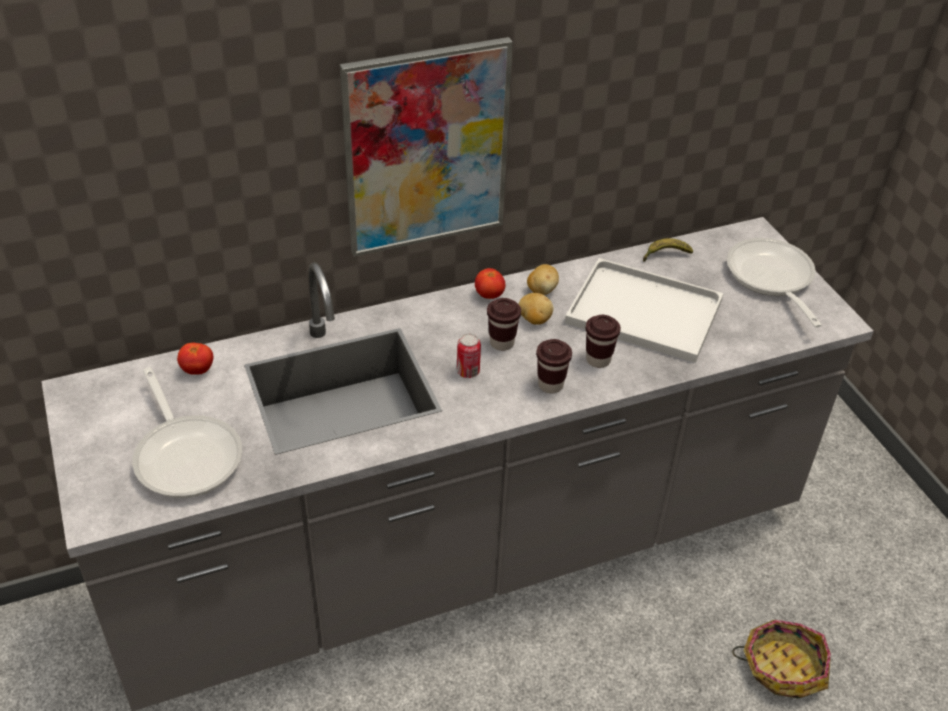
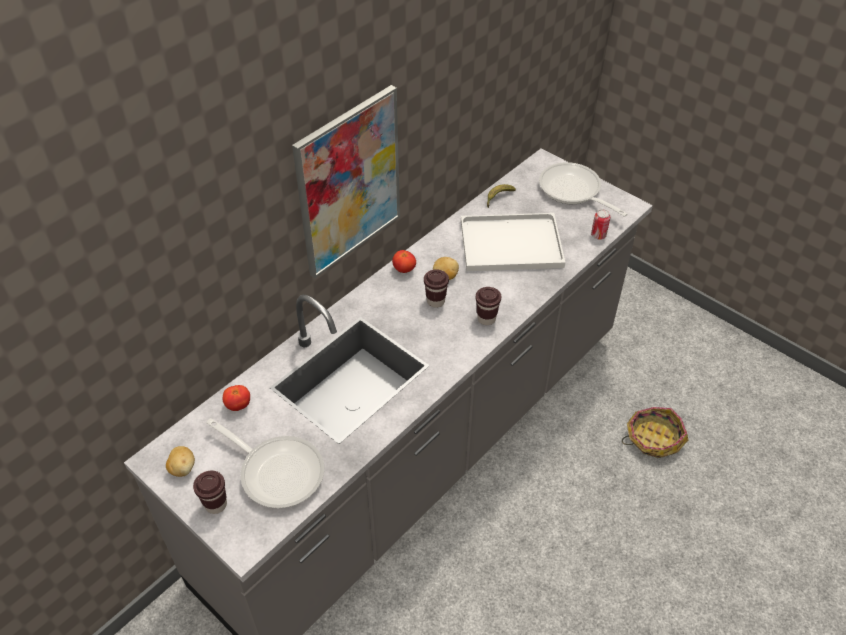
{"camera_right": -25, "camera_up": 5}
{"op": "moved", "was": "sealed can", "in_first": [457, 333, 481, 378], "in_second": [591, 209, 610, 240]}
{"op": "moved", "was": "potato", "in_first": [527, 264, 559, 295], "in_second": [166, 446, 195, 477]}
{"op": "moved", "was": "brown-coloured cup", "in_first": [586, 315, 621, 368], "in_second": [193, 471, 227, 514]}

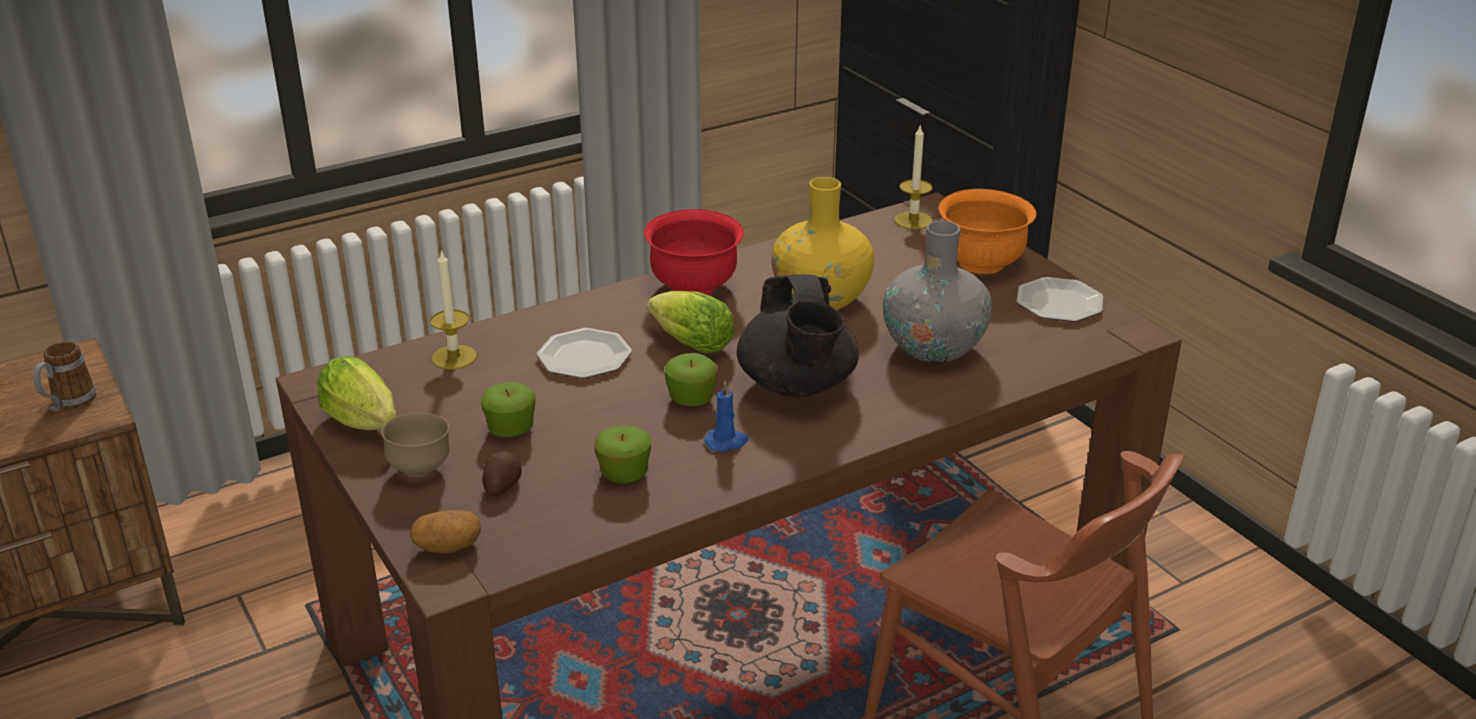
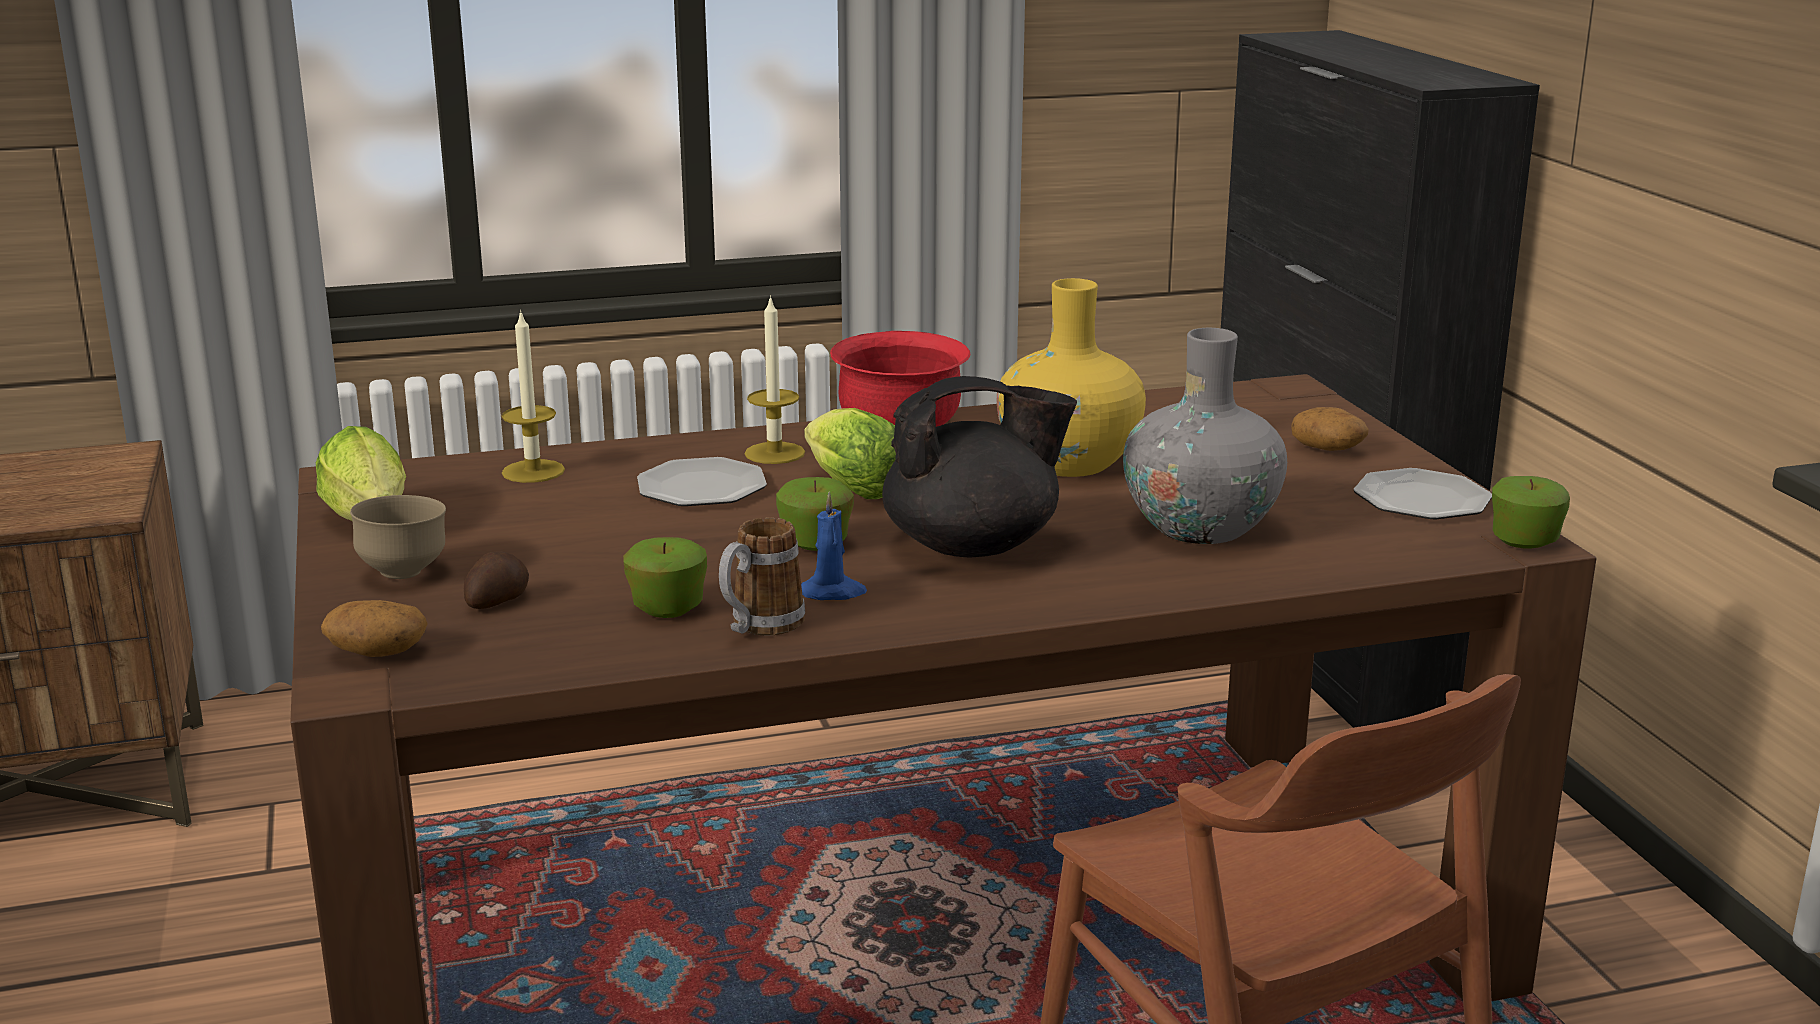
{"camera_right": 15, "camera_up": -10}
{"op": "moved", "was": "mug", "in_first": [33, 341, 97, 411], "in_second": [719, 517, 805, 636]}
{"op": "moved", "was": "whole apple", "in_first": [481, 382, 535, 437], "in_second": [1492, 476, 1570, 549]}
{"op": "moved", "was": "wax light", "in_first": [894, 124, 933, 230], "in_second": [744, 295, 805, 464]}
{"op": "replaced", "was": "orange deep dish", "now": "potato", "in_first": [939, 189, 1036, 274], "in_second": [1291, 407, 1369, 451]}
{"op": "turned", "was": "black pot for tea", "in_first": [737, 274, 859, 397], "in_second": [882, 376, 1077, 557], "clockwise": -105}

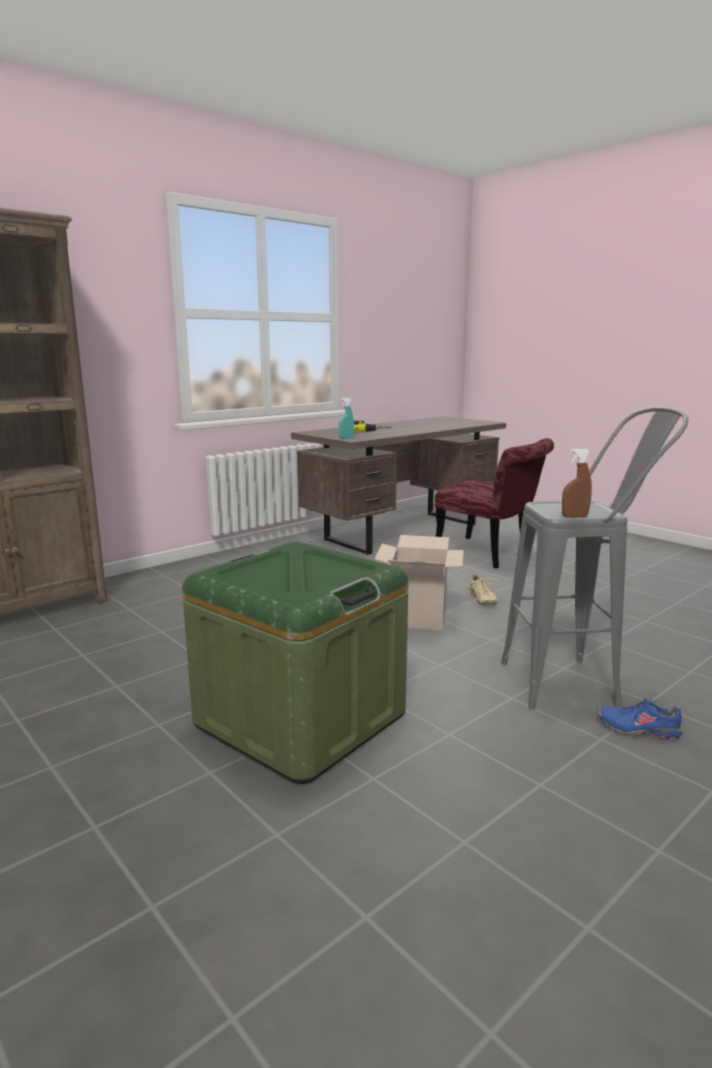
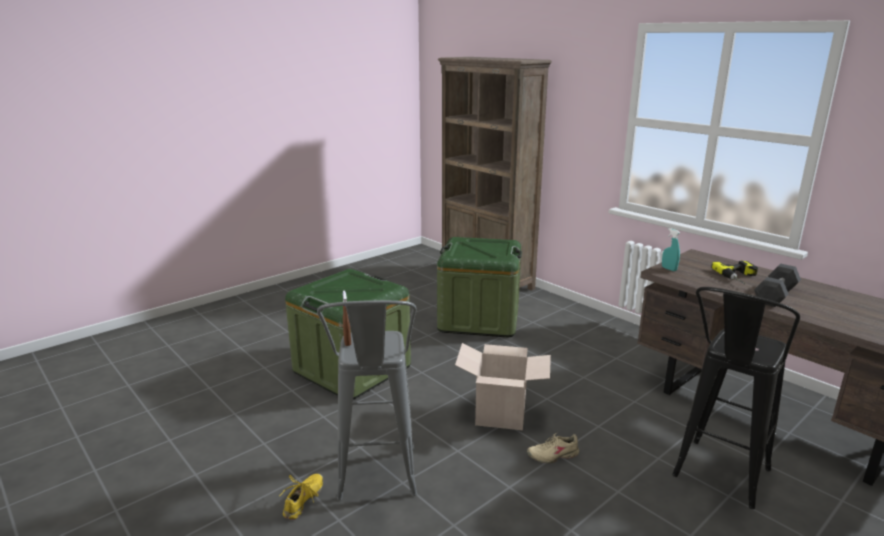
{"camera_right": 90, "camera_up": 5}
{"op": "added", "now": "green-coloured storage box", "in_second": [437, 237, 522, 338]}
{"op": "added", "now": "black dumbbell", "in_second": [754, 264, 801, 307]}
{"op": "replaced", "was": "red-coloured chair", "now": "black stool", "in_first": [434, 438, 554, 569], "in_second": [672, 287, 800, 509]}
{"op": "recoloured", "was": "blue-coloured item of footwear", "now": "yellow-coloured item of footwear", "in_first": [597, 698, 682, 739], "in_second": [282, 474, 323, 520]}

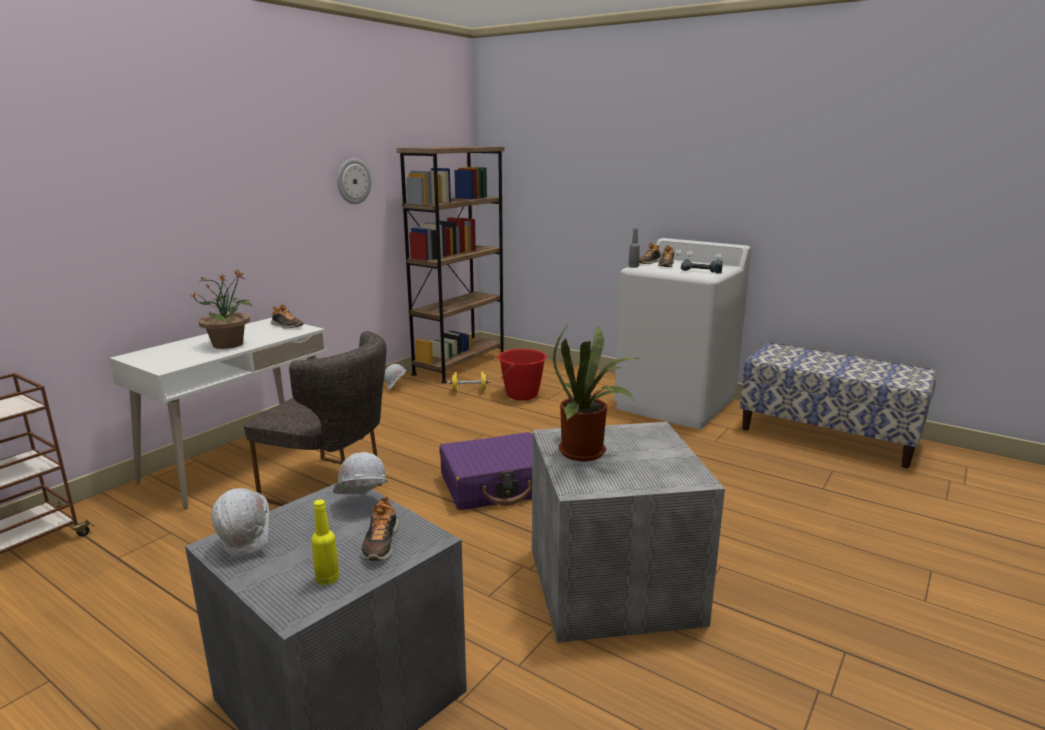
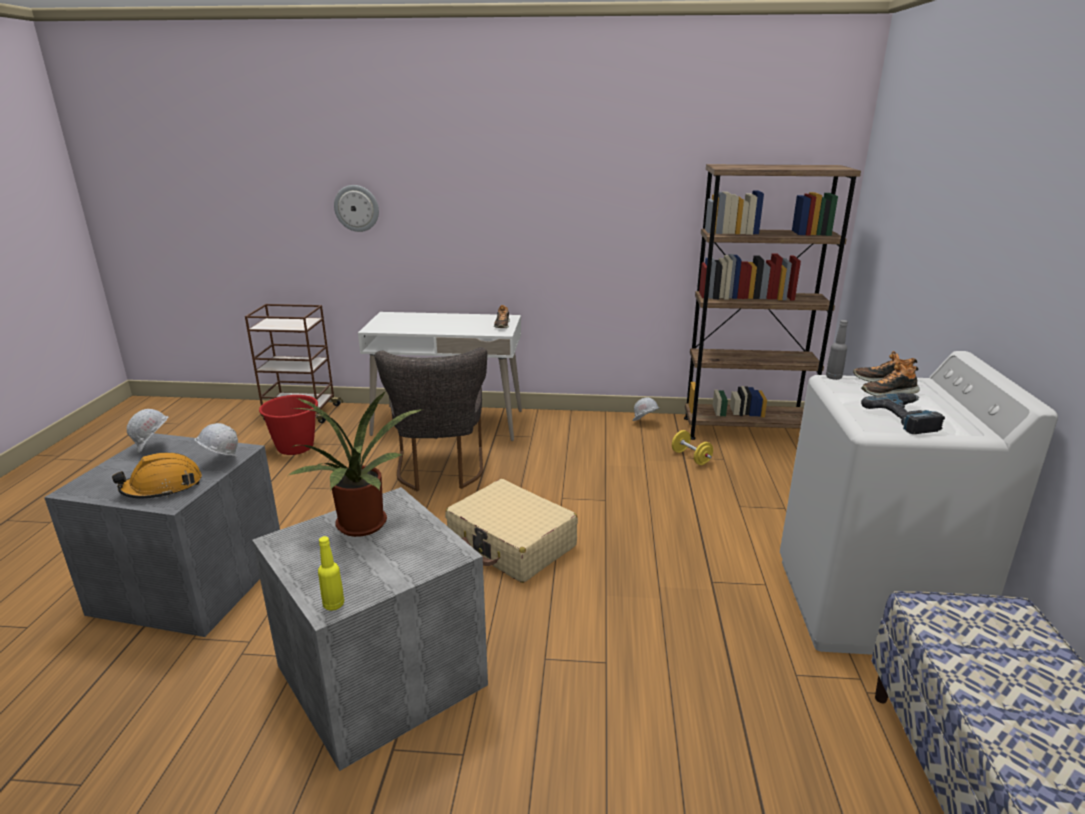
{"camera_right": 60, "camera_up": 5}
{"op": "removed", "was": "potted plant", "in_first": [189, 269, 253, 349]}
{"op": "moved", "was": "yellow-coloured drink bottle", "in_first": [311, 500, 339, 585], "in_second": [318, 536, 344, 611]}
{"op": "moved", "was": "clock on the wall", "in_first": [337, 158, 371, 204], "in_second": [334, 185, 379, 232]}
{"op": "moved", "was": "red-coloured bucket", "in_first": [498, 349, 547, 400], "in_second": [259, 395, 319, 455]}
{"op": "replaced", "was": "item of footwear", "now": "orange hard hat", "in_first": [361, 497, 399, 561], "in_second": [112, 453, 202, 498]}
{"op": "recoloured", "was": "purple-coloured suitcase", "now": "beige suitcase", "in_first": [439, 432, 532, 510], "in_second": [445, 479, 578, 583]}

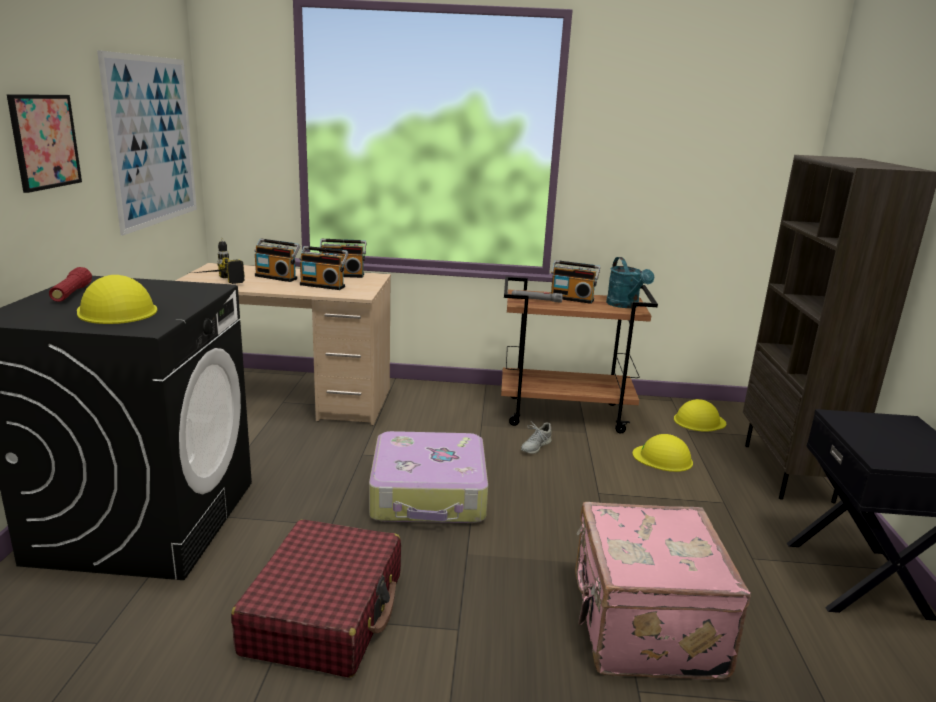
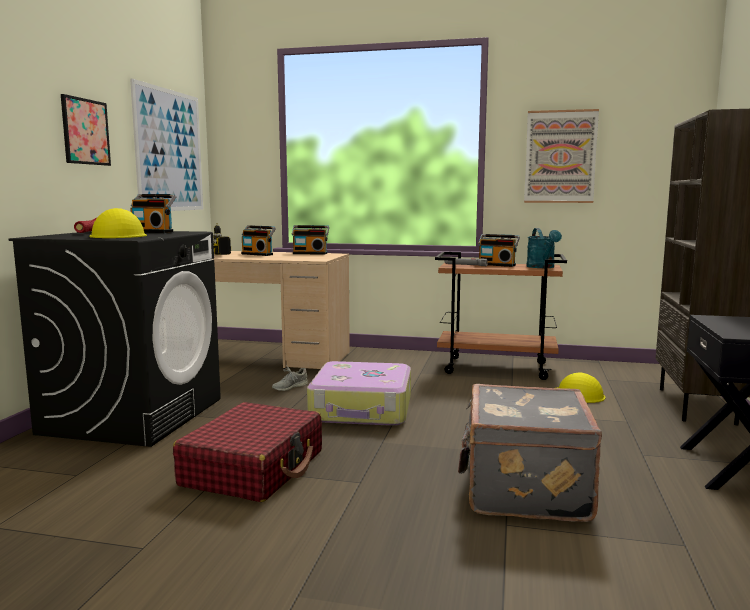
{"camera_right": 10, "camera_up": -10}
{"op": "removed", "was": "yellow-coloured hard hat", "in_first": [674, 399, 726, 432]}
{"op": "added", "now": "wall art", "in_second": [524, 109, 599, 203]}
{"op": "moved", "was": "radio receiver", "in_first": [299, 246, 349, 290], "in_second": [130, 194, 176, 233]}
{"op": "moved", "was": "greyish item of footwear", "in_first": [521, 423, 552, 454], "in_second": [272, 365, 308, 391]}
{"op": "recoloured", "was": "pinkish suitcase", "now": "greyish suitcase", "in_first": [575, 502, 751, 680], "in_second": [458, 384, 602, 522]}

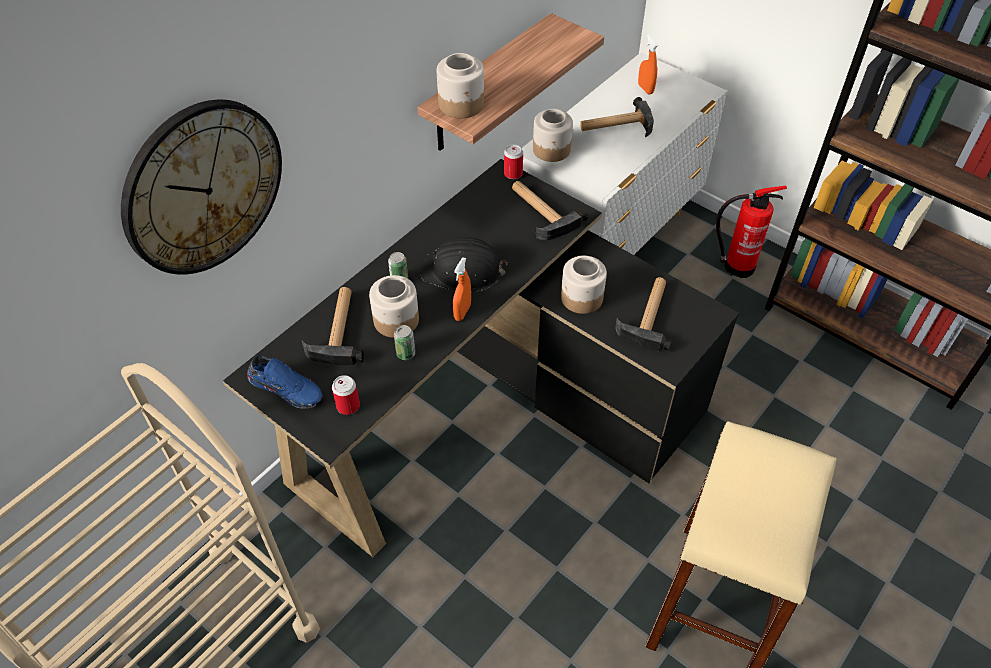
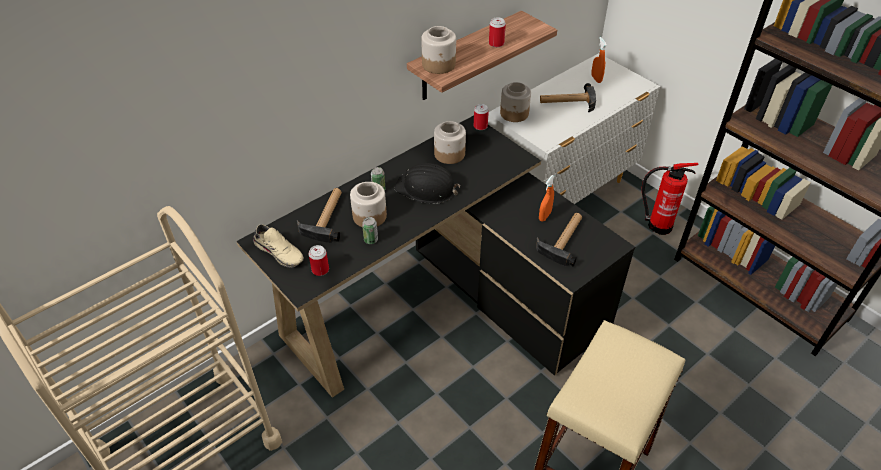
{"camera_right": 10, "camera_up": -5}
{"op": "removed", "was": "clock on the wall", "in_first": [121, 99, 282, 274]}
{"op": "removed", "was": "tool hammer", "in_first": [512, 181, 588, 240]}
{"op": "added", "now": "sealed can", "in_second": [489, 17, 506, 47]}
{"op": "moved", "was": "orange hand sprayer", "in_first": [453, 258, 471, 321], "in_second": [539, 175, 555, 222]}
{"op": "moved", "was": "jar", "in_first": [561, 256, 607, 314], "in_second": [434, 121, 466, 164]}
{"op": "recoloured", "was": "blue-coloured item of footwear", "now": "beige item of footwear", "in_first": [247, 355, 323, 409], "in_second": [253, 225, 304, 267]}

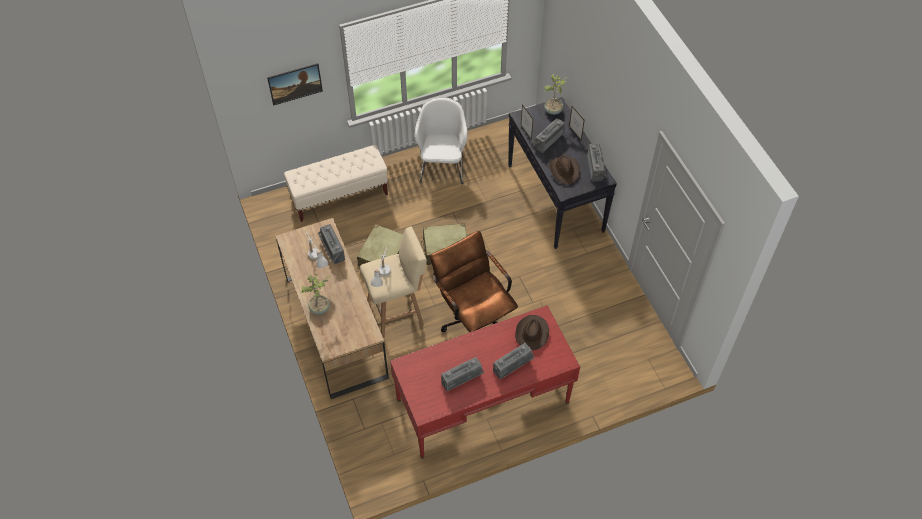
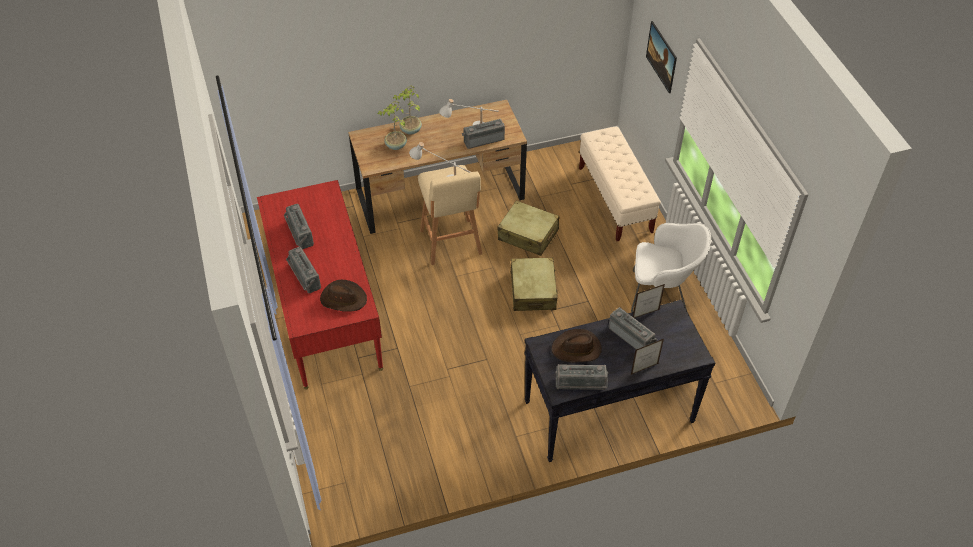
{"camera_right": 95, "camera_up": -5}
{"op": "removed", "was": "brown-coloured desk chair", "in_first": [430, 231, 518, 332]}
{"op": "moved", "was": "potted plant", "in_first": [544, 74, 567, 115], "in_second": [377, 101, 407, 150]}

